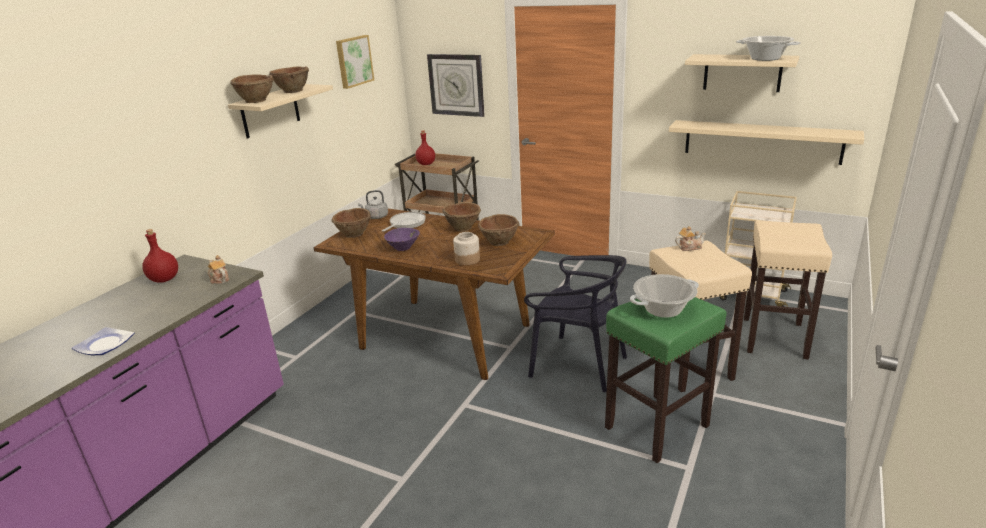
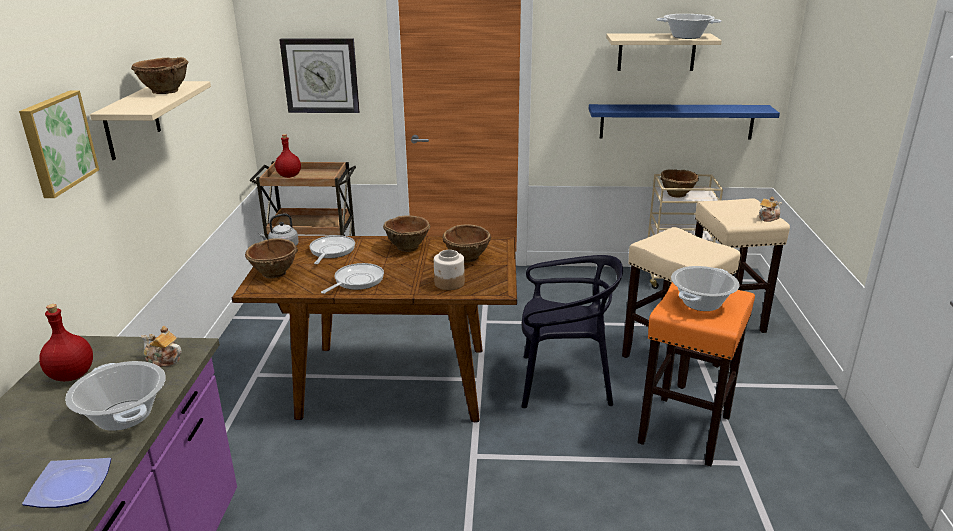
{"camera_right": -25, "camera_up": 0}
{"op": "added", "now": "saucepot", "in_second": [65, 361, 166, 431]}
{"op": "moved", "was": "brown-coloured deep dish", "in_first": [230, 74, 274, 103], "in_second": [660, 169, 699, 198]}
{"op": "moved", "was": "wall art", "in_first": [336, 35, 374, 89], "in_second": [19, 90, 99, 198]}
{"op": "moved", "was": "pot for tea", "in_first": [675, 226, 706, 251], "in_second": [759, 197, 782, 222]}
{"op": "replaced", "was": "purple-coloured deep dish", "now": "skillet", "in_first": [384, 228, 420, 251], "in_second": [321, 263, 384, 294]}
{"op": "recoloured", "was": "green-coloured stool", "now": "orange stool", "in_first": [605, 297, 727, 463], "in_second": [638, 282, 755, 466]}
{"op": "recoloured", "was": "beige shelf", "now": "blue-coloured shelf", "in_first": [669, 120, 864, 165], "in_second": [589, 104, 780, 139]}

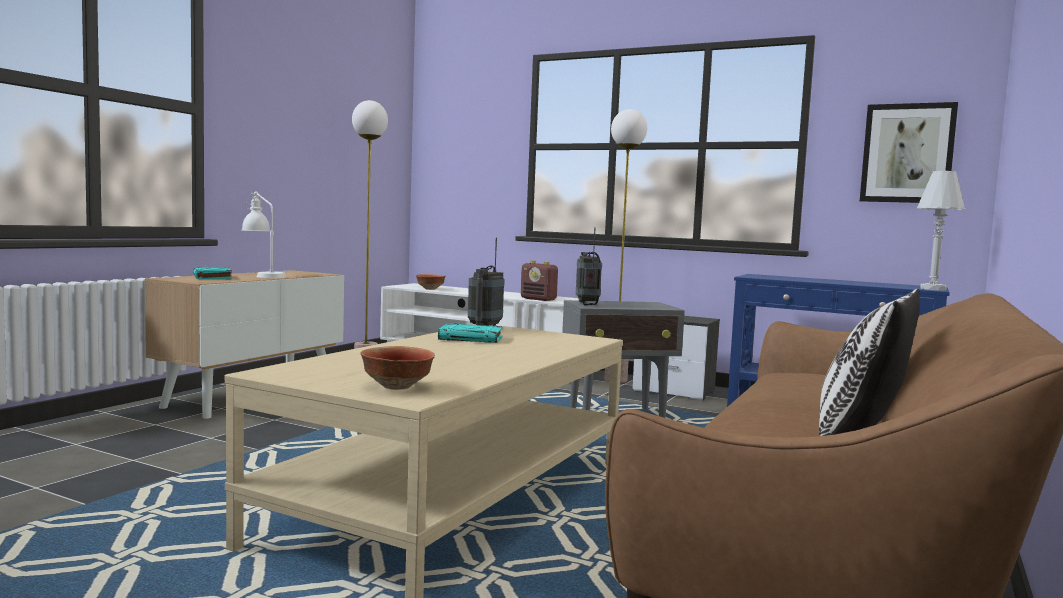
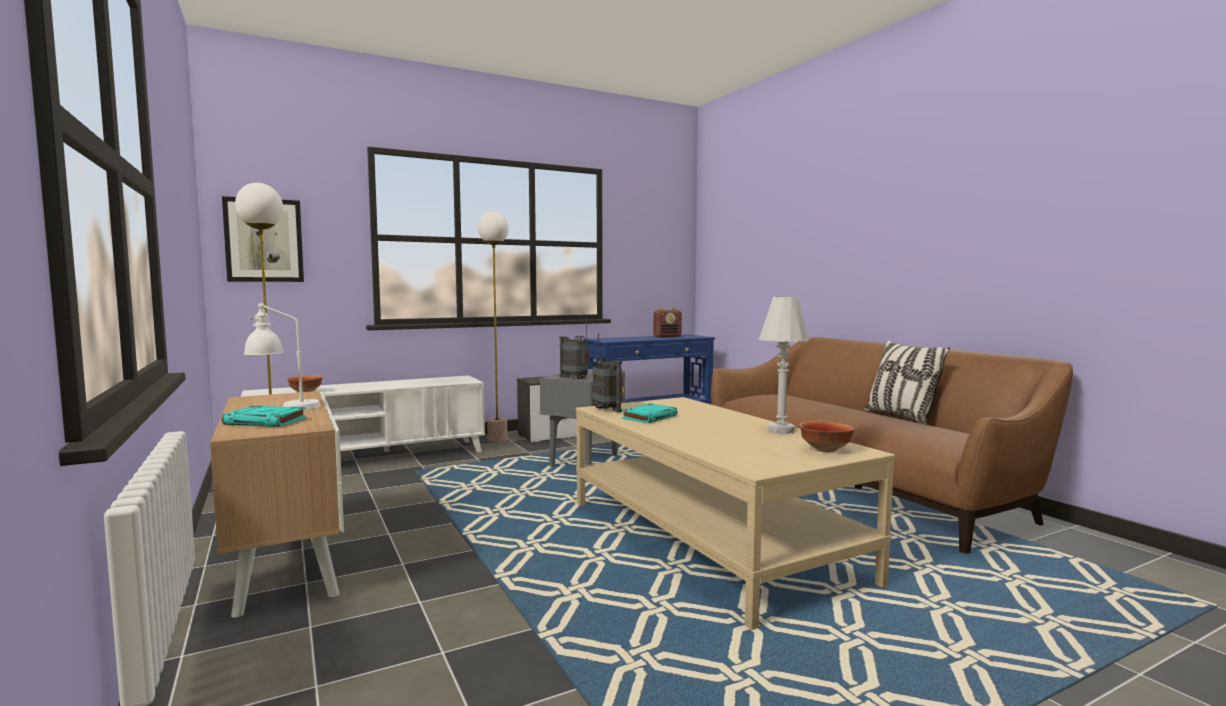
{"camera_right": -55, "camera_up": 0}
{"op": "moved", "was": "radio receiver", "in_first": [521, 261, 558, 301], "in_second": [653, 308, 682, 338]}
{"op": "moved", "was": "wall art", "in_first": [860, 102, 958, 203], "in_second": [222, 196, 304, 282]}
{"op": "moved", "was": "whitish table lamp", "in_first": [917, 171, 965, 290], "in_second": [759, 297, 810, 434]}

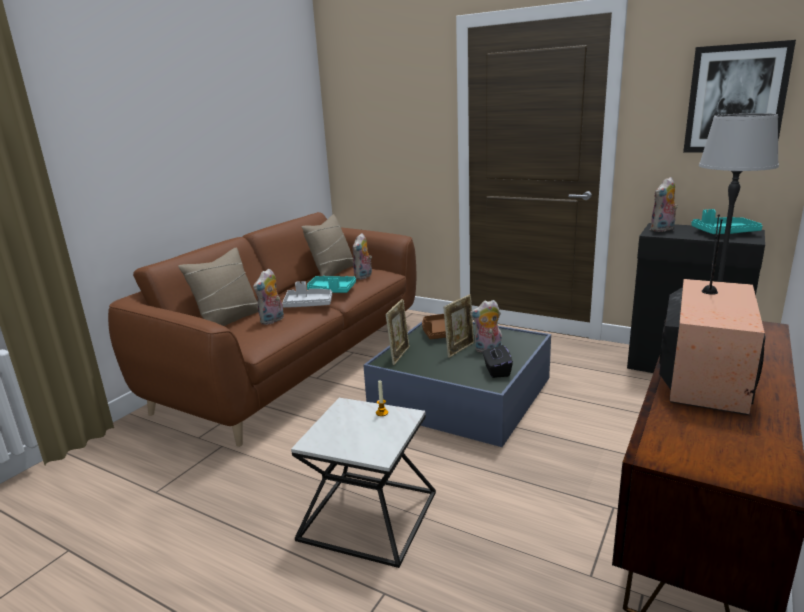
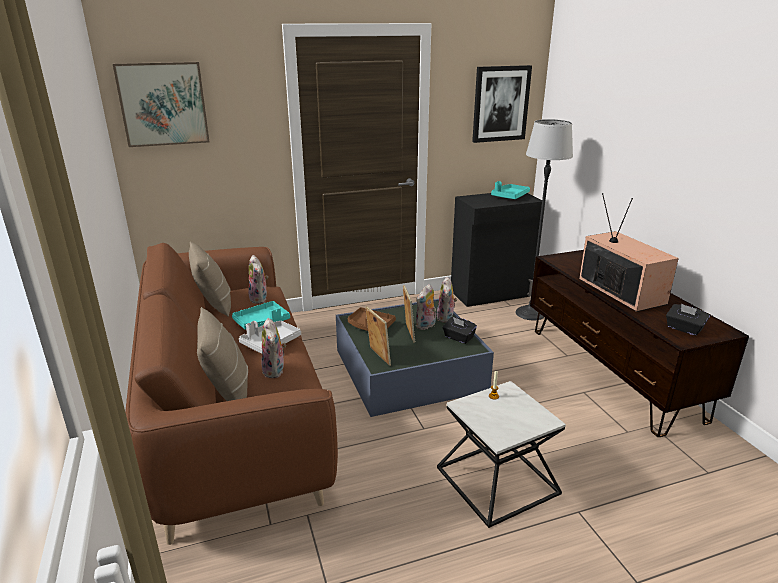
{"camera_right": -50, "camera_up": 5}
{"op": "added", "now": "wall art", "in_second": [113, 62, 209, 147]}
{"op": "added", "now": "black tissue box", "in_second": [666, 304, 710, 336]}
{"op": "moved", "was": "plush toy", "in_first": [651, 177, 678, 232], "in_second": [437, 277, 457, 323]}

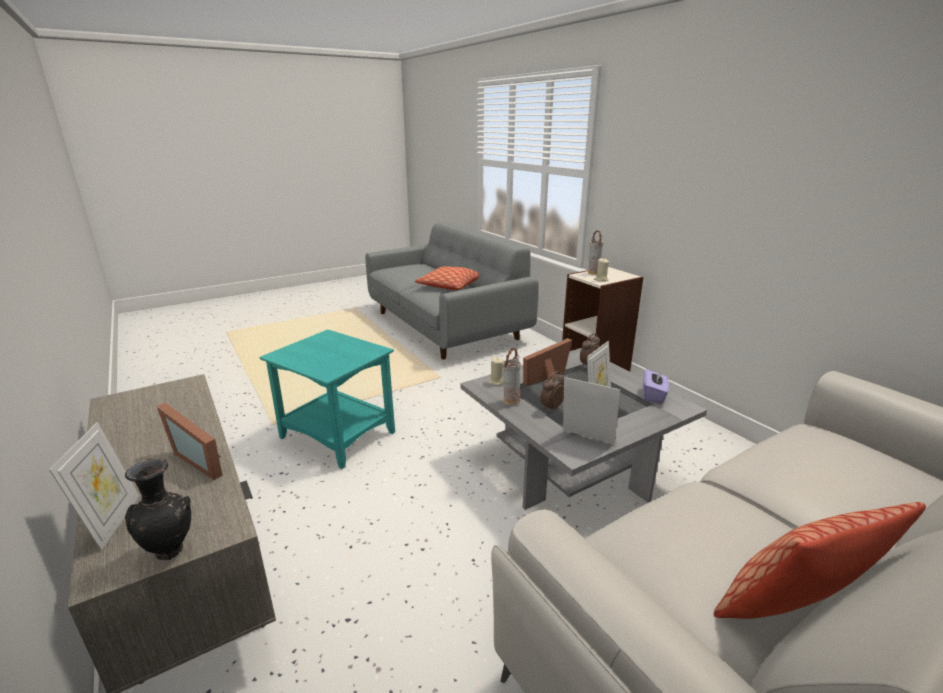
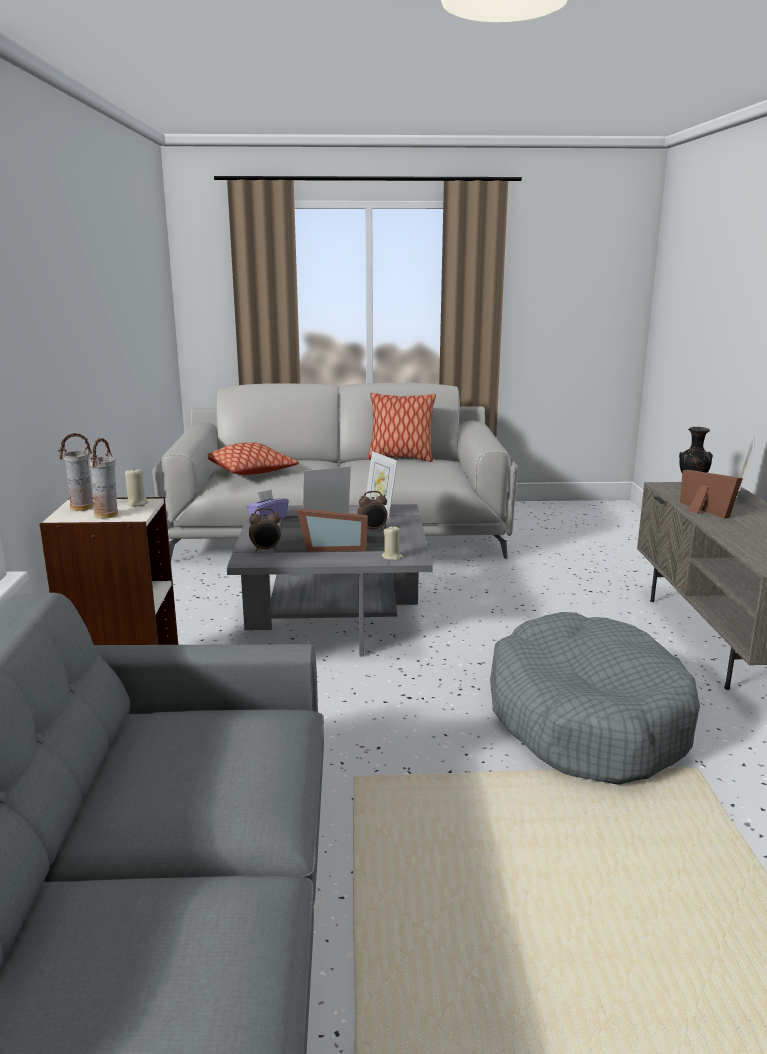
{"camera_right": -150, "camera_up": -5}
{"op": "moved", "was": "cushion", "in_first": [415, 266, 479, 290], "in_second": [208, 442, 299, 475]}
{"op": "moved", "was": "flower vase", "in_first": [502, 348, 521, 405], "in_second": [58, 433, 94, 511]}
{"op": "replaced", "was": "turquoise accent table", "now": "greyish dog cushion", "in_first": [259, 329, 395, 469], "in_second": [490, 612, 700, 785]}

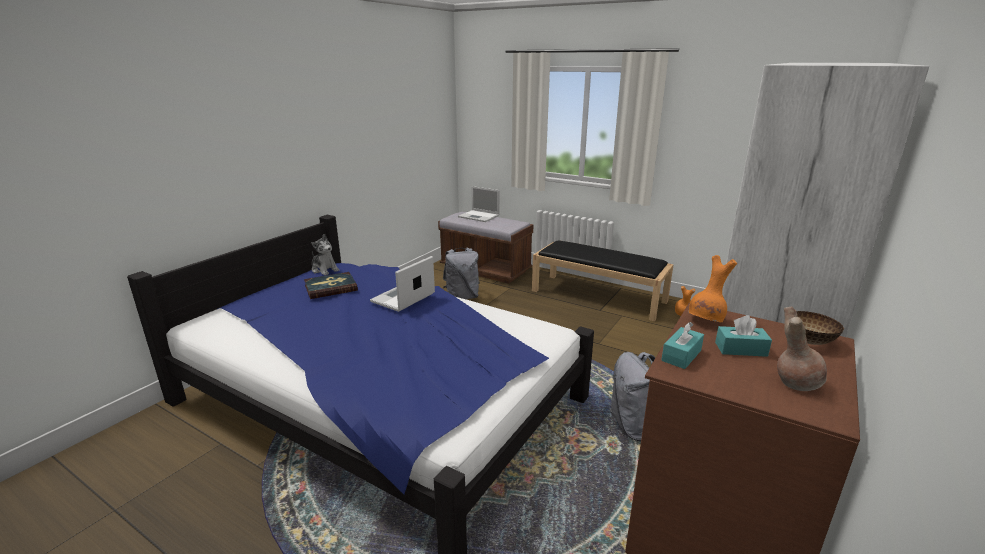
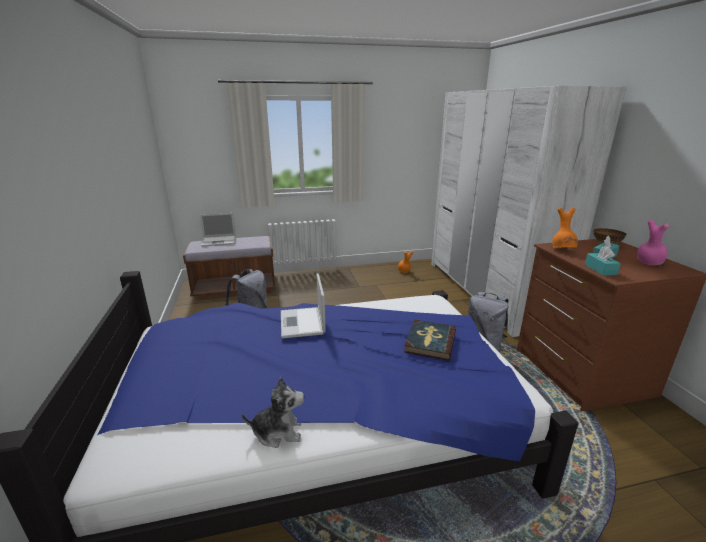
{"camera_right": -45, "camera_up": 0}
{"op": "removed", "was": "black indoor bench", "in_first": [532, 240, 674, 321]}
{"op": "moved", "was": "volume", "in_first": [304, 272, 358, 299], "in_second": [404, 319, 456, 361]}
{"op": "moved", "was": "plush toy", "in_first": [312, 234, 340, 275], "in_second": [241, 377, 304, 448]}
{"op": "recoloured", "was": "brown-coloured flower vase", "now": "pinkish flower vase", "in_first": [777, 306, 827, 391], "in_second": [637, 220, 669, 265]}

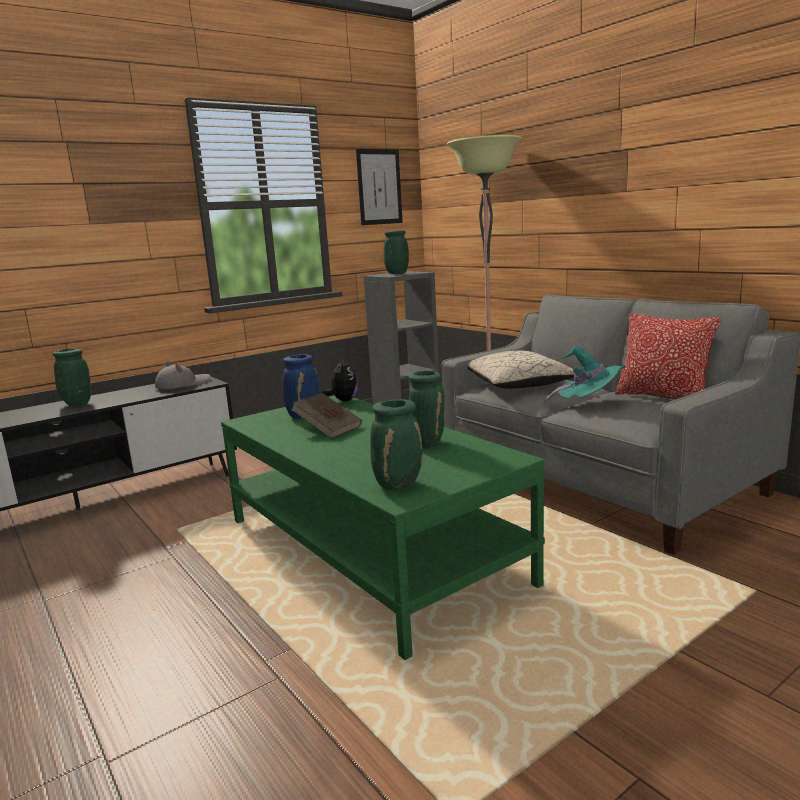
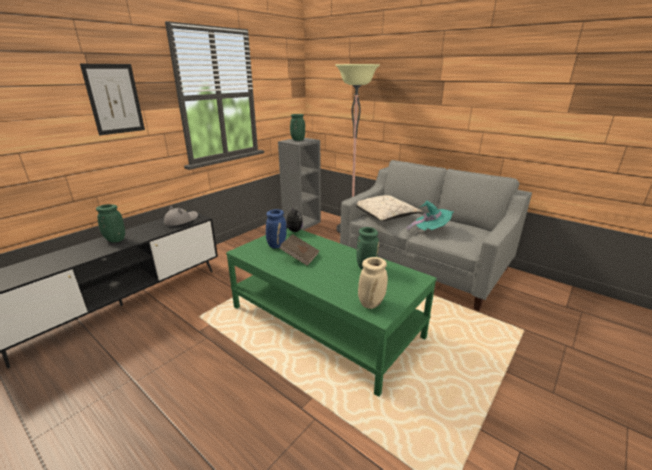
{"camera_right": -15, "camera_up": 10}
{"op": "removed", "was": "cushion", "in_first": [615, 313, 722, 399]}
{"op": "moved", "was": "wall art", "in_first": [356, 149, 403, 225], "in_second": [80, 64, 145, 136]}
{"op": "recoloured", "was": "green-coloured flower vase", "now": "beige flower vase", "in_first": [370, 399, 422, 490], "in_second": [358, 257, 388, 309]}

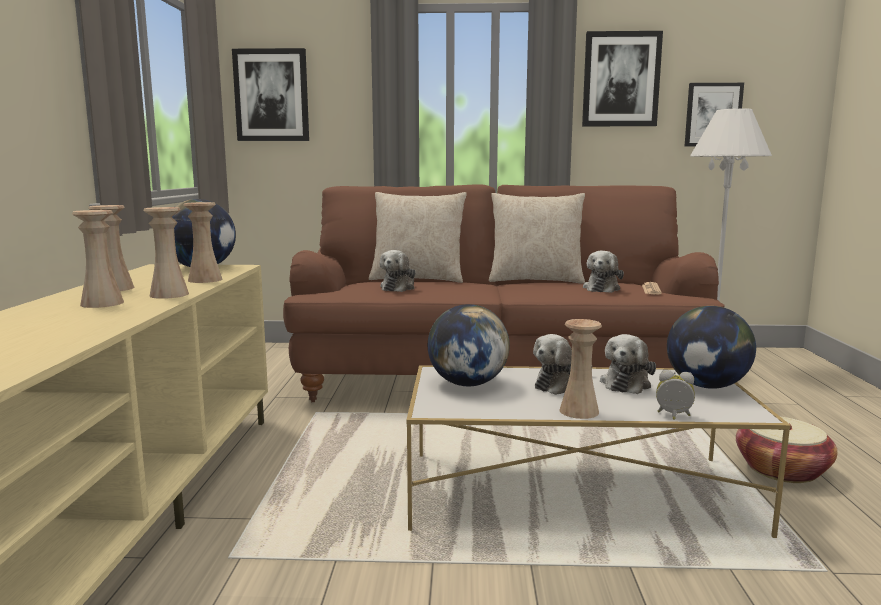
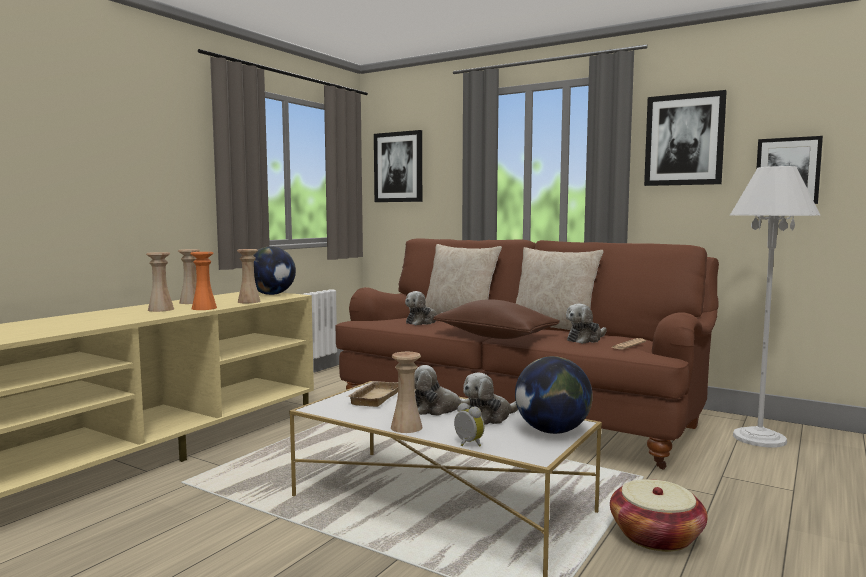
{"camera_right": 30, "camera_up": -5}
{"op": "added", "now": "brown-coloured cushion", "in_second": [433, 299, 560, 339]}
{"op": "replaced", "was": "desk globe", "now": "beige serving tray", "in_first": [428, 304, 510, 386], "in_second": [346, 381, 398, 407]}
{"op": "recoloured", "was": "beige flower vase", "now": "orange flower vase", "in_first": [143, 207, 189, 299], "in_second": [190, 252, 217, 310]}

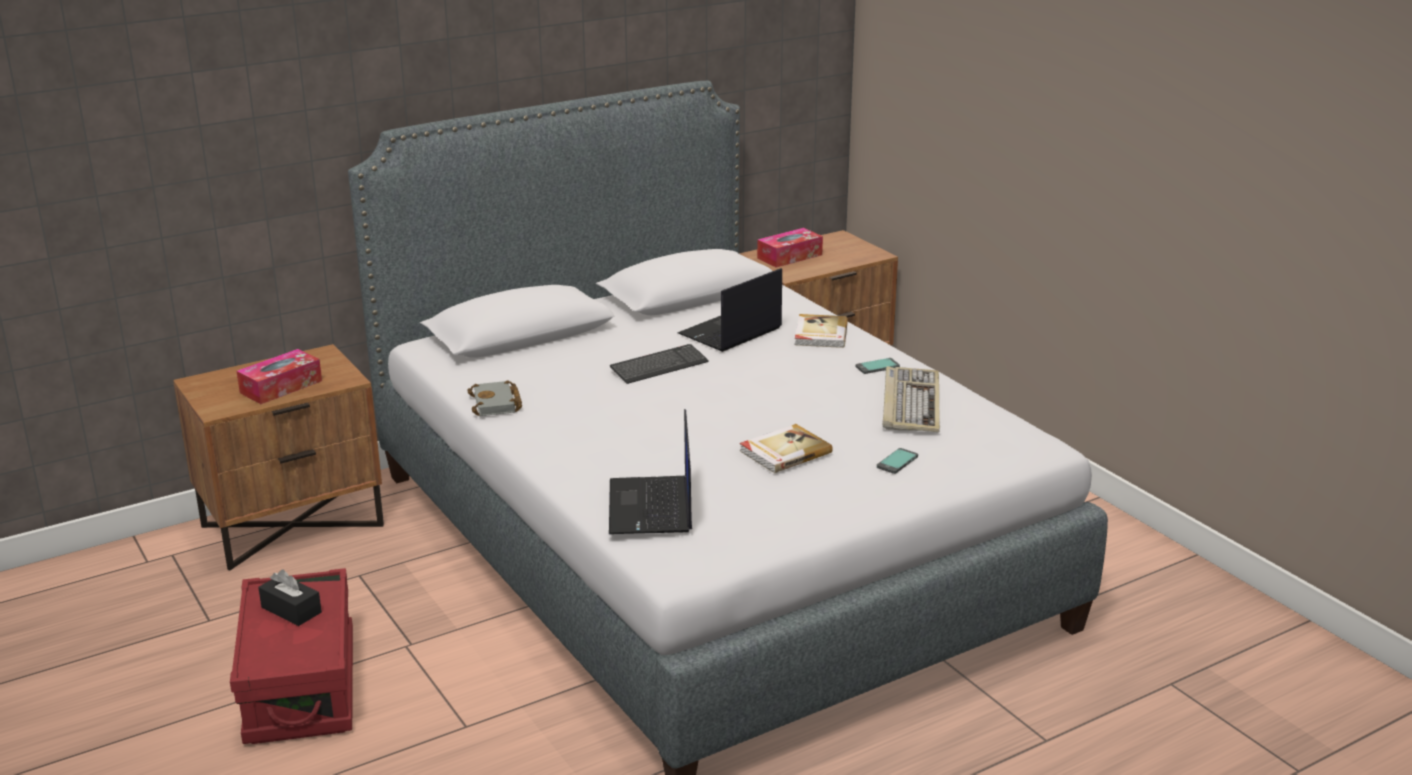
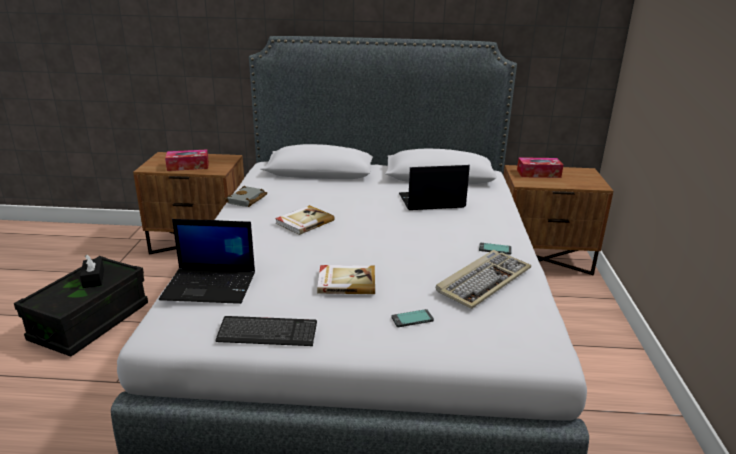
{"camera_right": 35, "camera_up": 0}
{"op": "moved", "was": "computer keyboard", "in_first": [610, 344, 709, 384], "in_second": [216, 316, 317, 346]}
{"op": "moved", "was": "volume", "in_first": [795, 314, 848, 348], "in_second": [275, 205, 335, 235]}
{"op": "recoloured", "was": "red-coloured storage box", "now": "black storage box", "in_first": [230, 568, 353, 744], "in_second": [14, 256, 148, 357]}
{"op": "turned", "was": "laptop", "in_first": [609, 409, 692, 534], "in_second": [159, 219, 255, 304], "clockwise": -120}

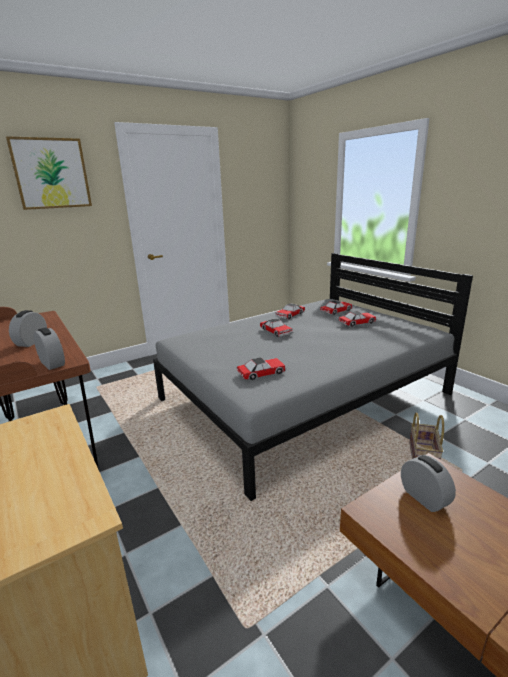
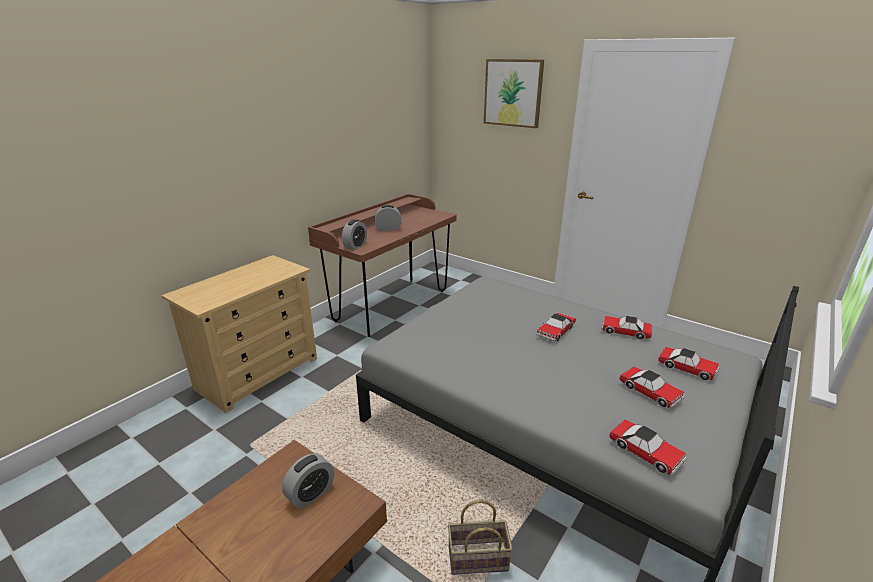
{"camera_right": 70, "camera_up": 5}
{"op": "moved", "was": "model car", "in_first": [237, 358, 287, 380], "in_second": [609, 420, 687, 476]}

